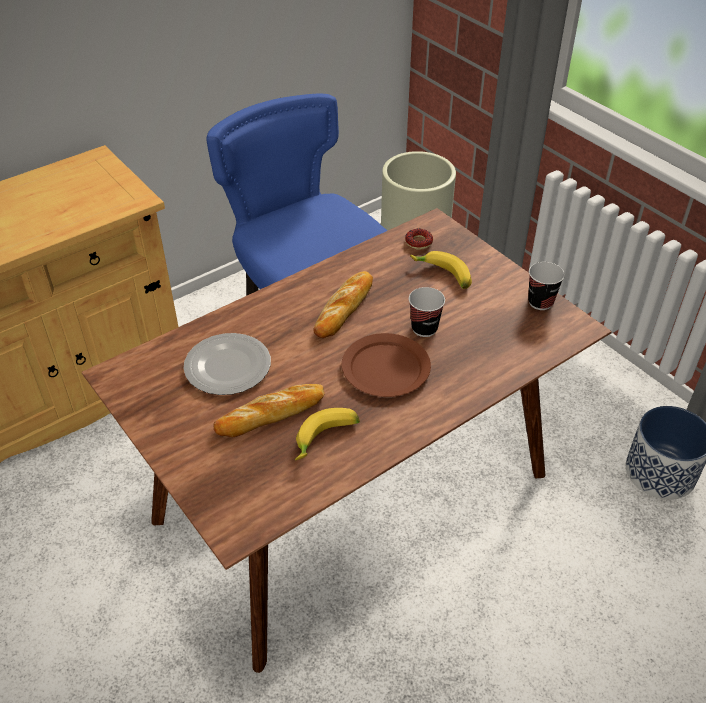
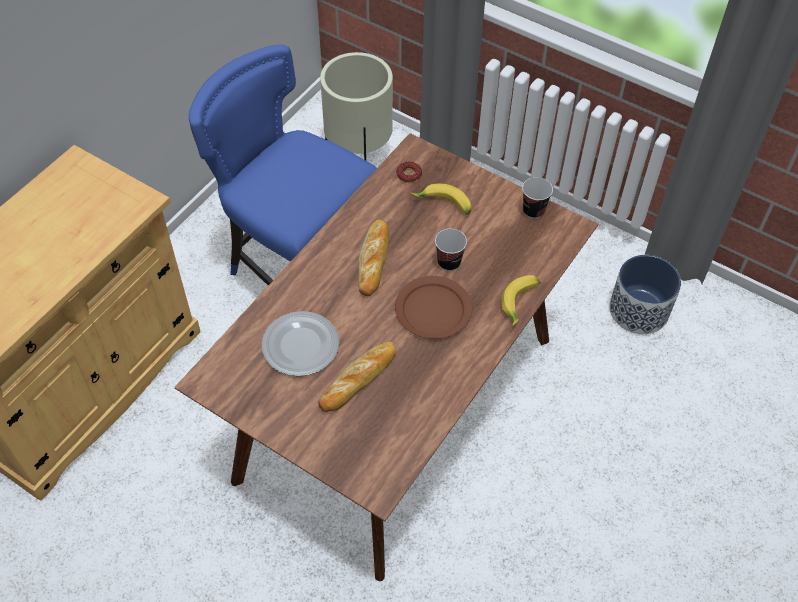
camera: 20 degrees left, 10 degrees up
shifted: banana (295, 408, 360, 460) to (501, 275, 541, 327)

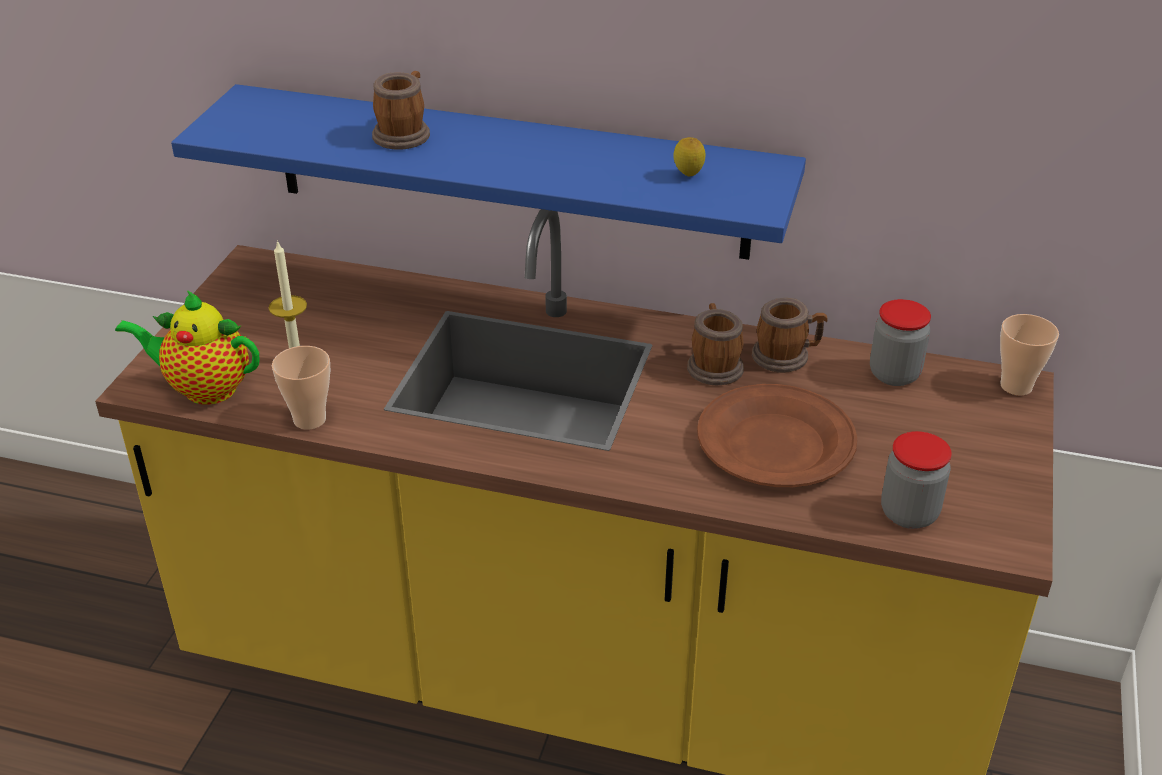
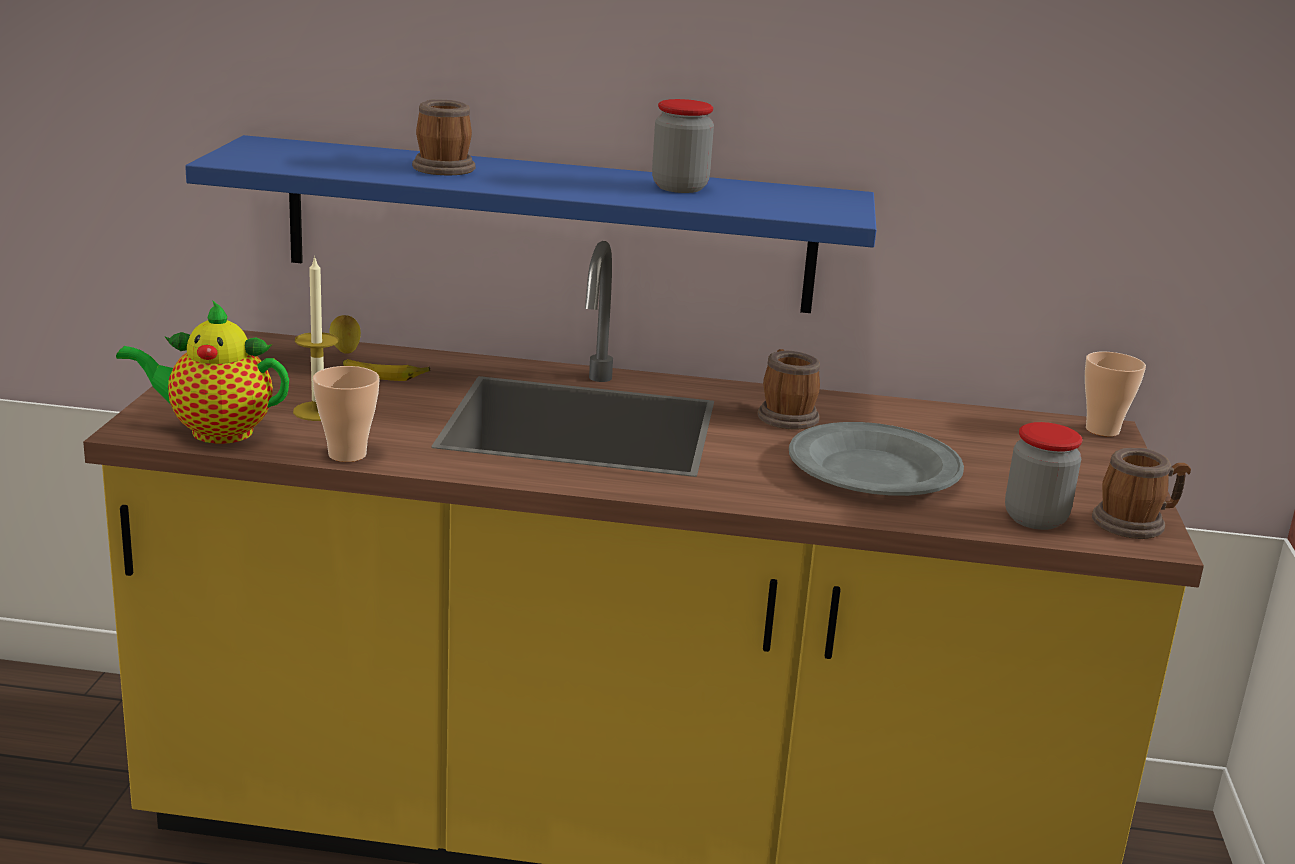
camera: 10 degrees left, 15 degrees down
new: banana (343, 359, 430, 381)
shifted: lemon (673, 137, 705, 176) to (329, 315, 361, 354); coffee_mug (752, 298, 828, 373) to (1092, 448, 1191, 539); storage_jar (870, 299, 931, 386) to (652, 99, 714, 193)
repainted: brown_dinner_plate (697, 384, 857, 487) to greyish_dinner_plate (789, 422, 964, 496)

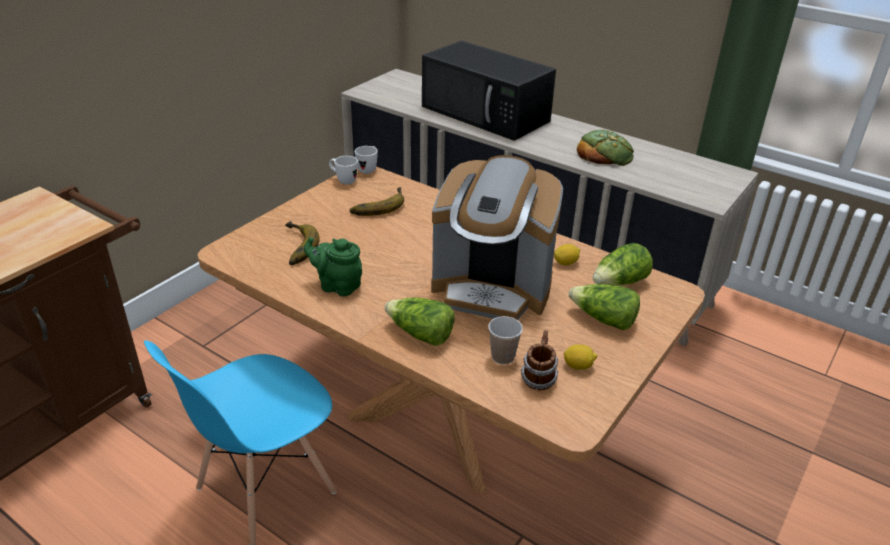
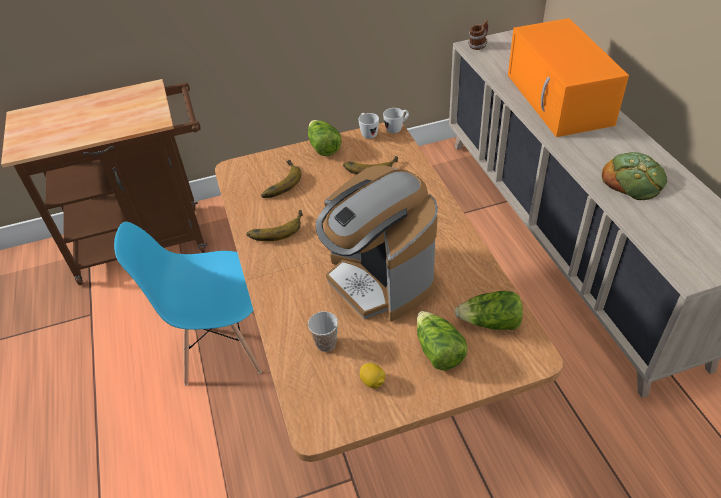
camera: 40 degrees right, 10 degrees up
gone: lemon (554, 244, 580, 266)
shifted: lettuce (385, 297, 455, 346) to (308, 120, 342, 156); coffee_mug (521, 330, 558, 390) to (468, 20, 488, 50)
swapped: greenish_pot_for_tea (304, 237, 362, 297) to banana (247, 210, 303, 241)
repainted: black-coloured_microwave_oven (422, 41, 556, 141) to orange_microwave_oven (508, 18, 629, 137)

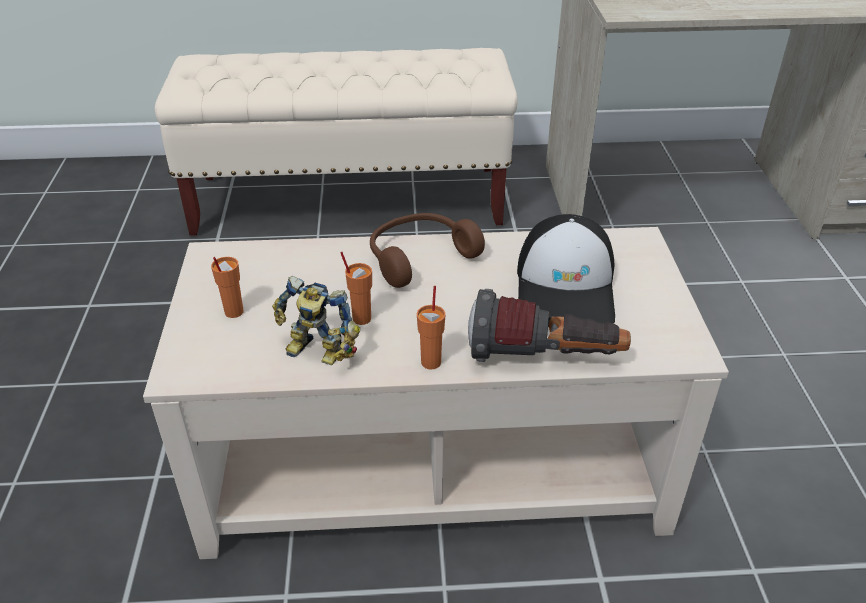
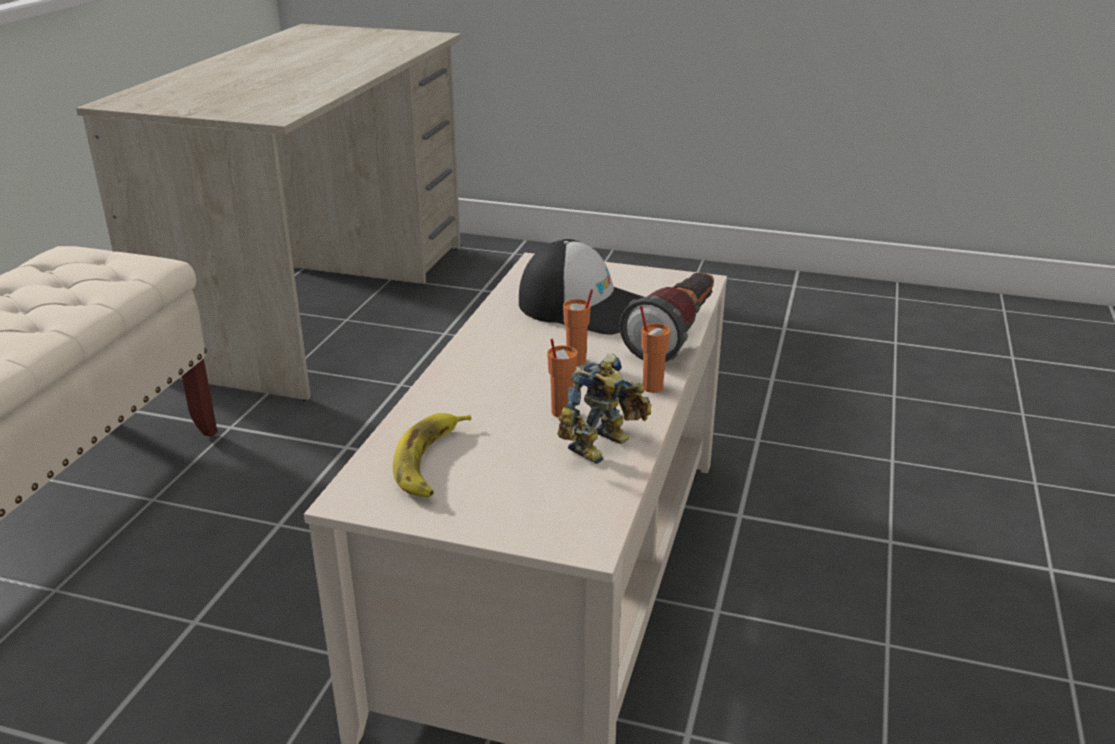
camera: 70 degrees left, 10 degrees down
gone: brown_headphones (370, 213, 485, 288)
new: banana (393, 413, 471, 497)
shifted: orange_small_cup (211, 257, 244, 318) to (563, 289, 593, 366)

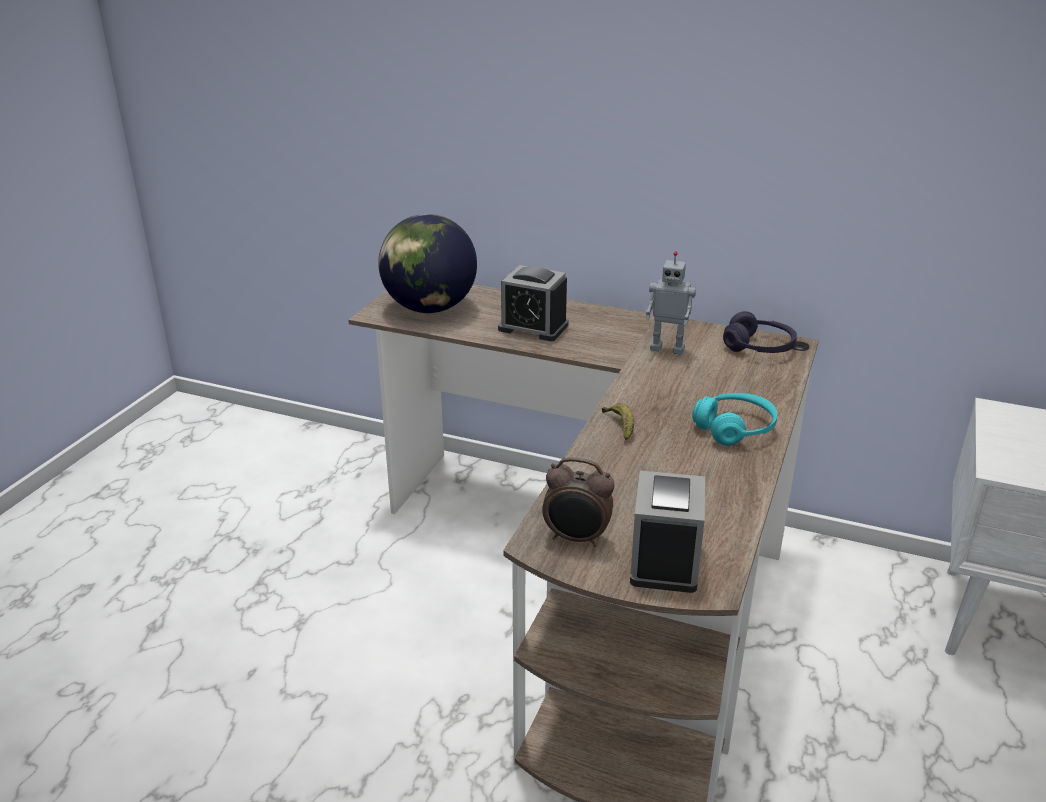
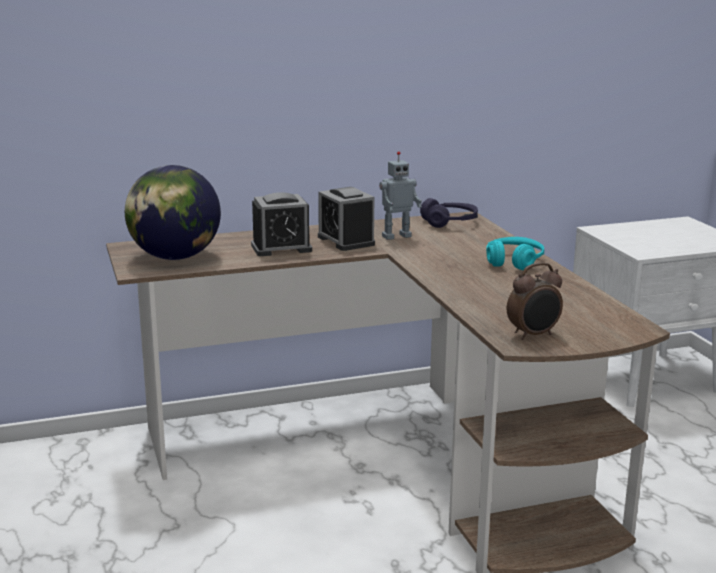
camera: 40 degrees left, 10 degrees down
gone: banana (602, 403, 634, 440)
shifted: table_clock (630, 471, 705, 593) to (318, 187, 375, 251)

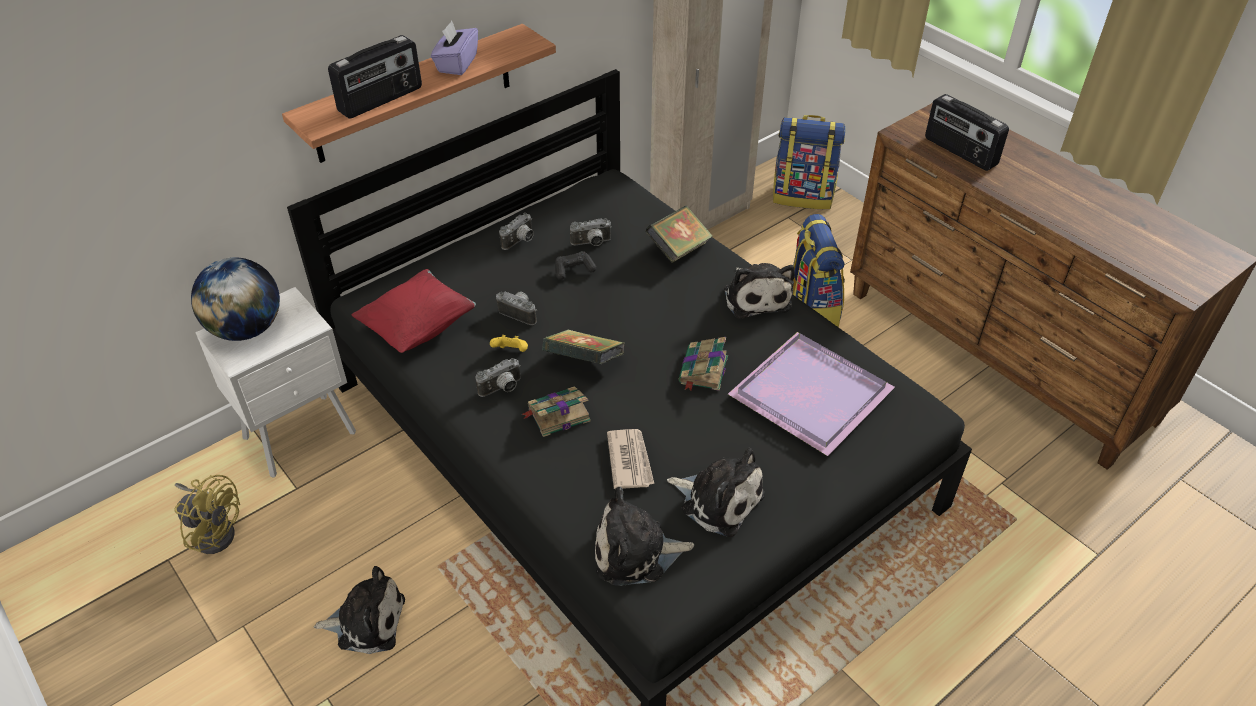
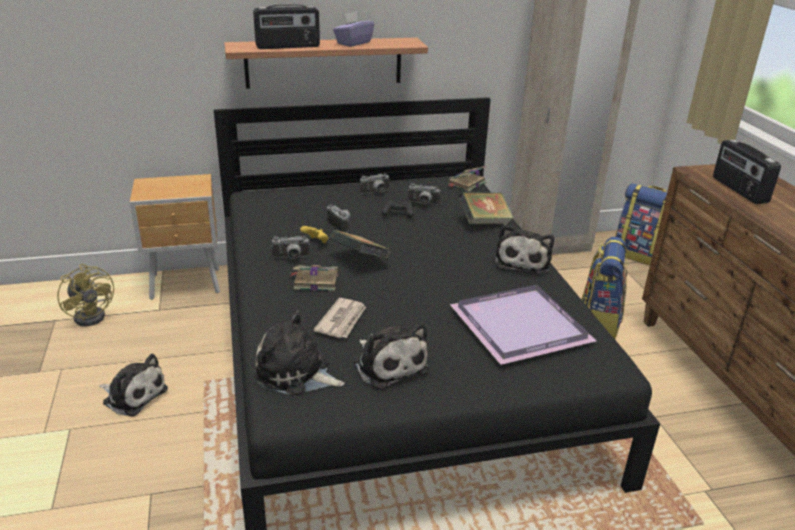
camera: 25 degrees right, 15 degrees down
gone: globe (191, 257, 280, 341); red_throw_pillow (351, 269, 476, 353)
shifted: bound_book (678, 337, 728, 391) to (447, 166, 486, 192)
repainted: whitish_night_table (195, 287, 356, 478) to brown_night_table (130, 174, 220, 300)

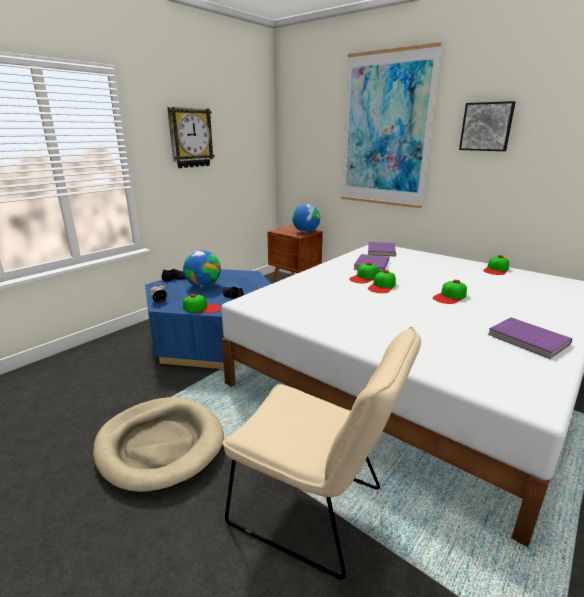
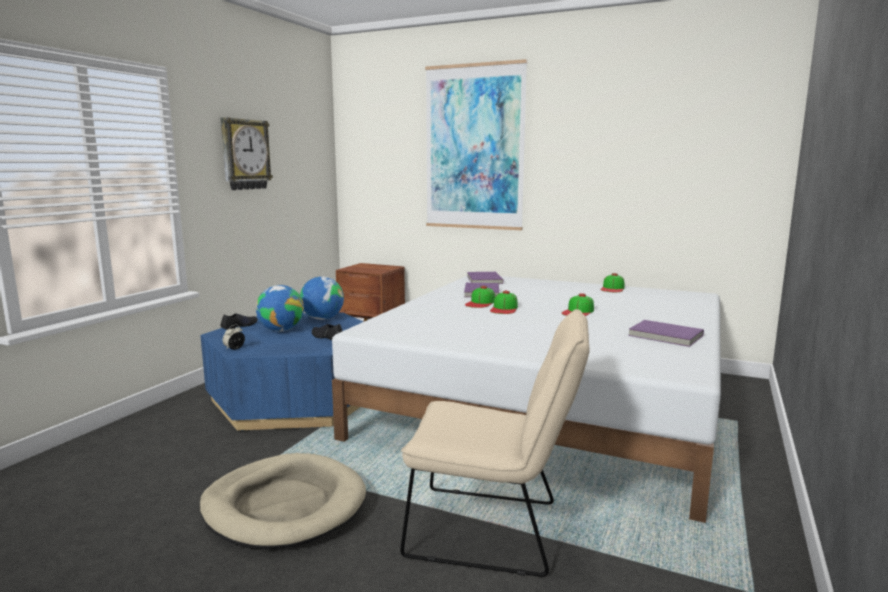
camera: 15 degrees left, 10 degrees down
gone: wall_art (459, 101, 516, 151); cap (183, 294, 221, 313)
shifted: globe (292, 204, 320, 233) to (300, 276, 344, 320)

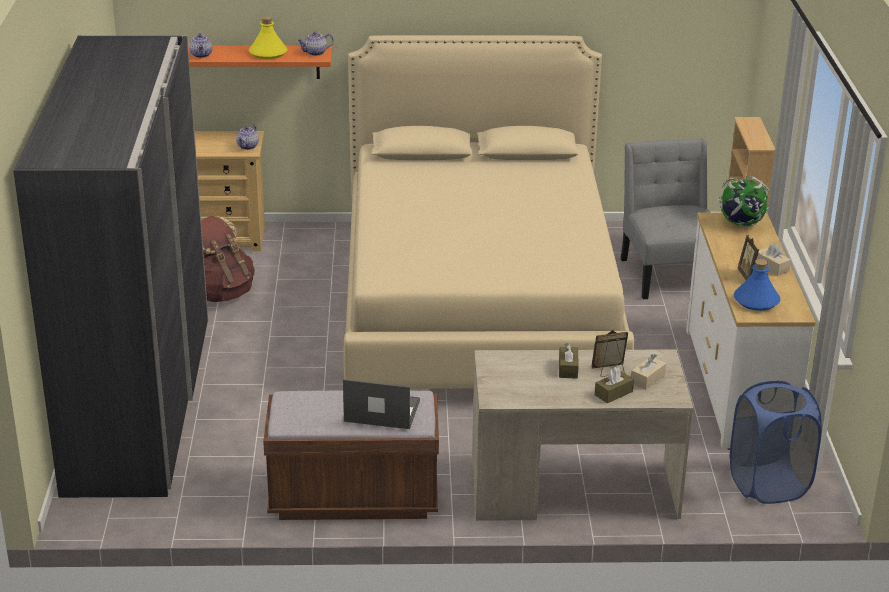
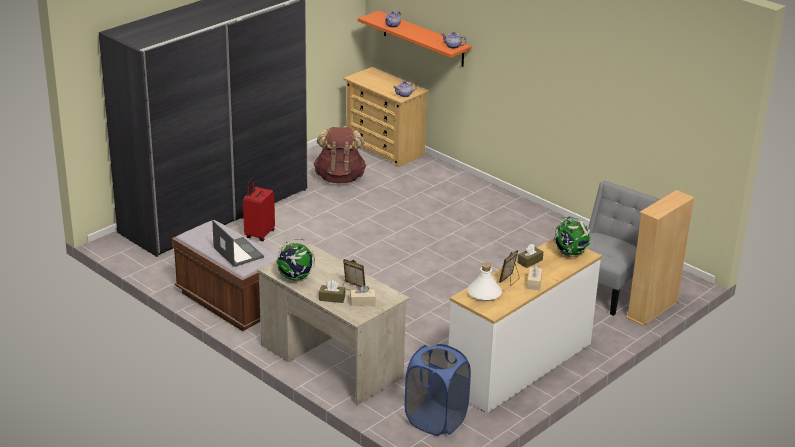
camera: 45 degrees right, 0 degrees up
gone: yellow-coloured_drink_bottle (249, 16, 288, 59); beige_bedroom_bed (344, 35, 634, 389)
new: red_piece_of_luggage (243, 179, 275, 241); globe (277, 238, 315, 281)
shifted: brown_tissue_box (559, 343, 579, 379) to (518, 244, 543, 268)
repainted: blue-coloured_drink_bottle (734, 259, 780, 311) to whitish_drink_bottle (468, 263, 502, 301)

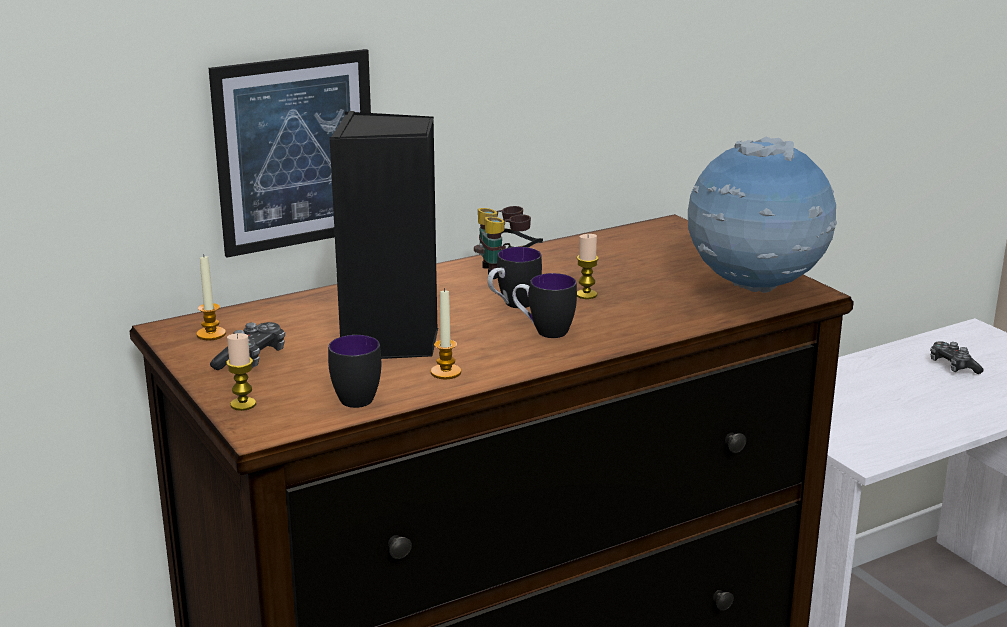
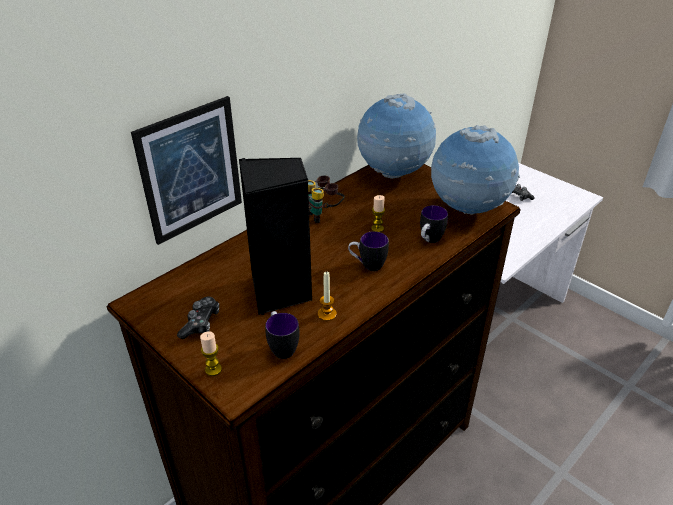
camera: 15 degrees left, 15 degrees up
gone: candle (196, 254, 226, 340)
new: globe (357, 93, 436, 179)
shifted: coffee_mug (487, 247, 542, 308) to (420, 205, 448, 243)

